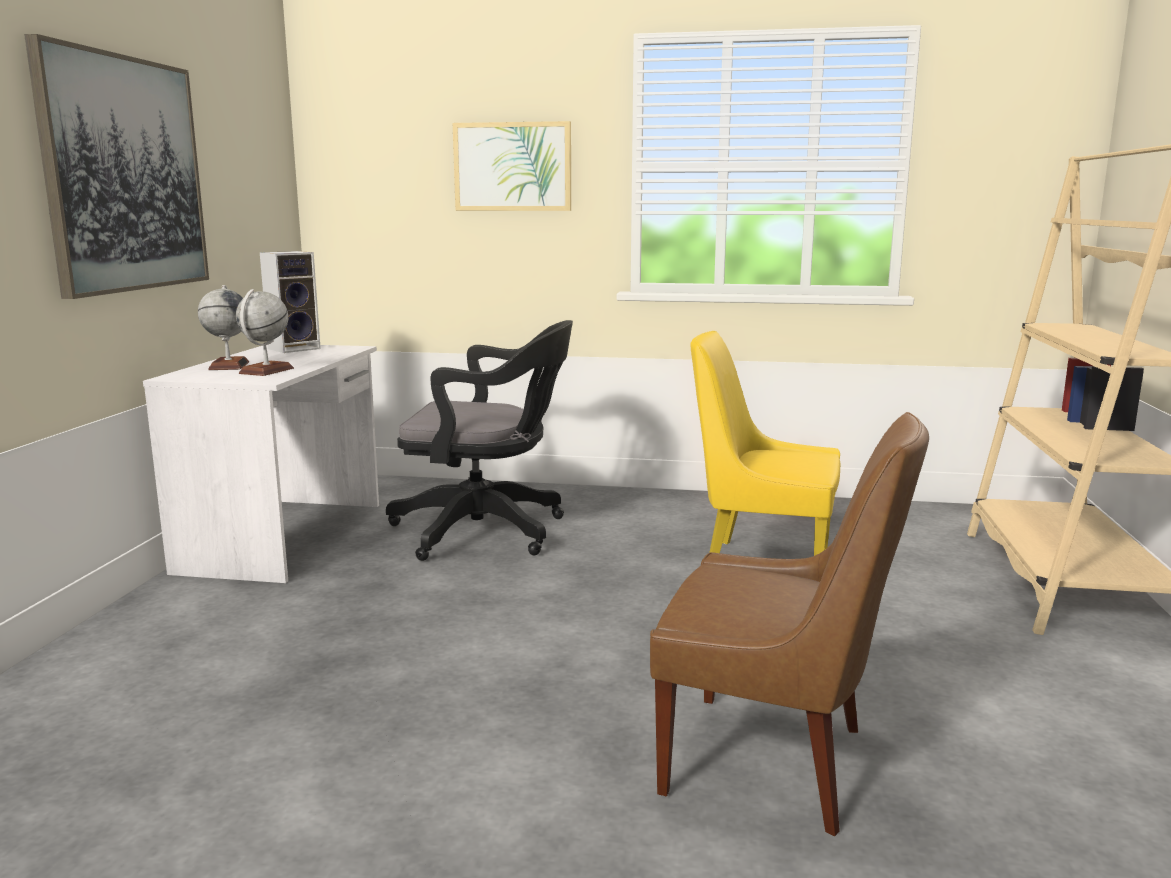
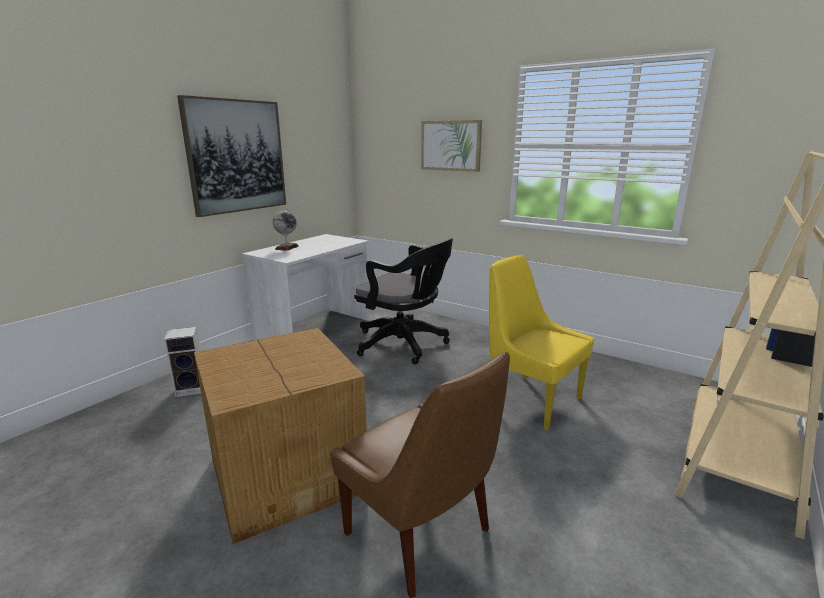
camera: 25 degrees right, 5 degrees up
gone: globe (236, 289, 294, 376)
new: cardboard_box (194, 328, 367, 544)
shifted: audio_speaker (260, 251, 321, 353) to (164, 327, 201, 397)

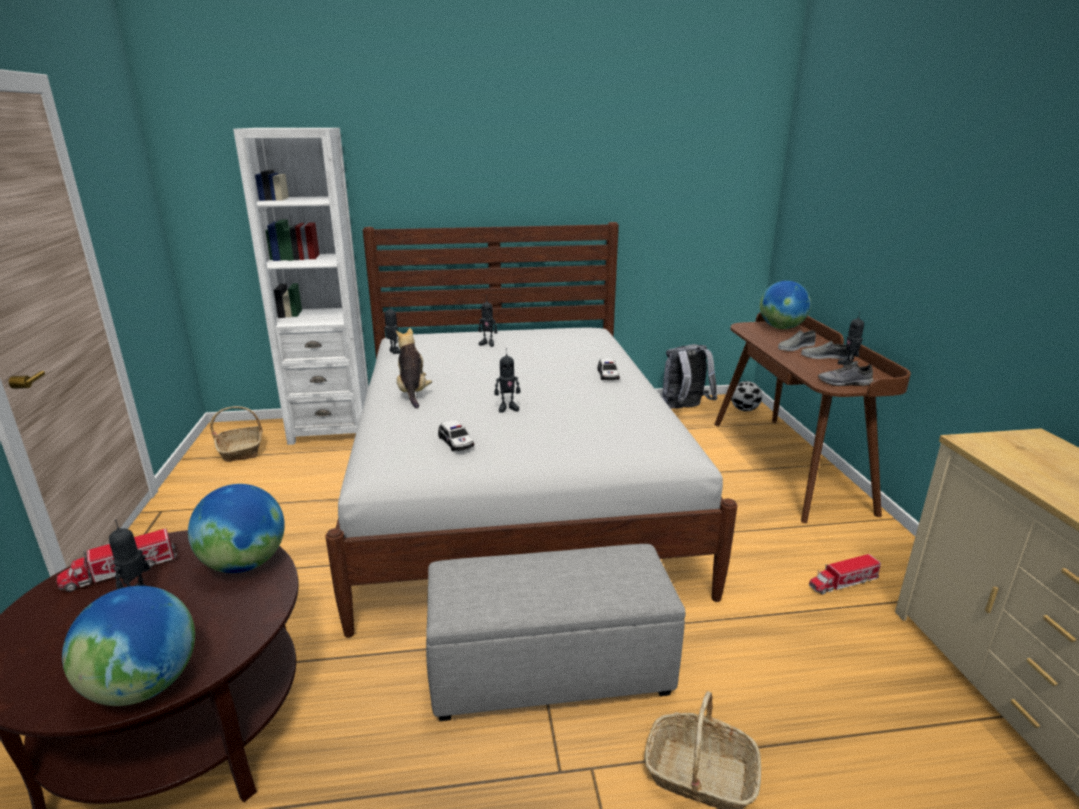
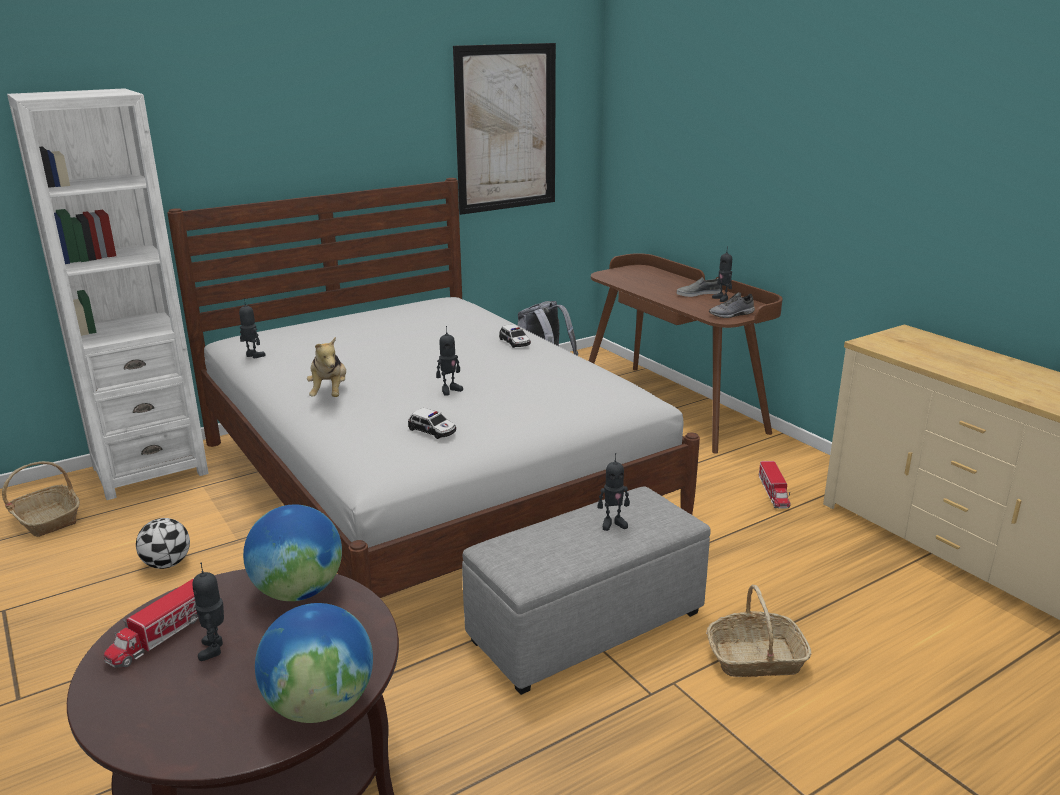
camera: 25 degrees left, 0 degrees up
gone: globe (760, 281, 811, 329); greyish_low_shoe (778, 331, 816, 351)
new: wall_art (453, 43, 556, 215)
shifted: model_robot (478, 296, 497, 347) to (598, 453, 630, 531); ball_for_football (731, 381, 762, 411) to (136, 518, 190, 569)
rotated: plush_toy (396, 328, 432, 409) = (307, 337, 346, 397) 150 degrees counterclockwise; toy_lorry (809, 554, 881, 595) = (759, 461, 790, 508) 45 degrees counterclockwise

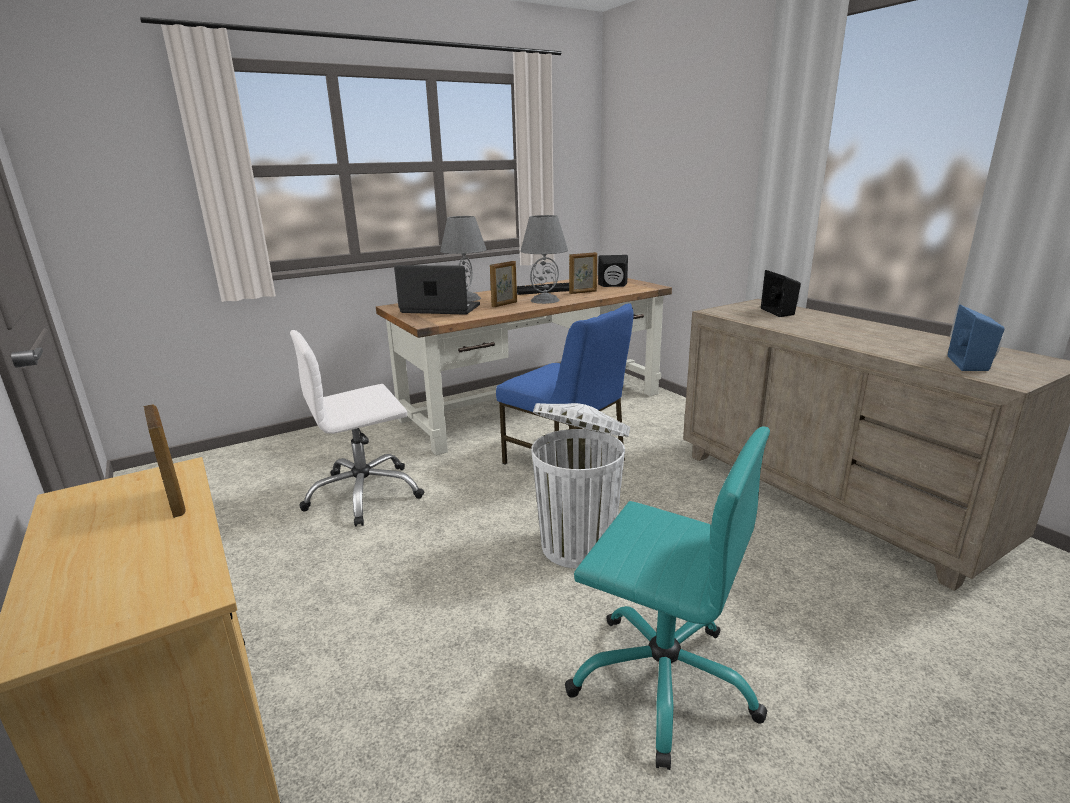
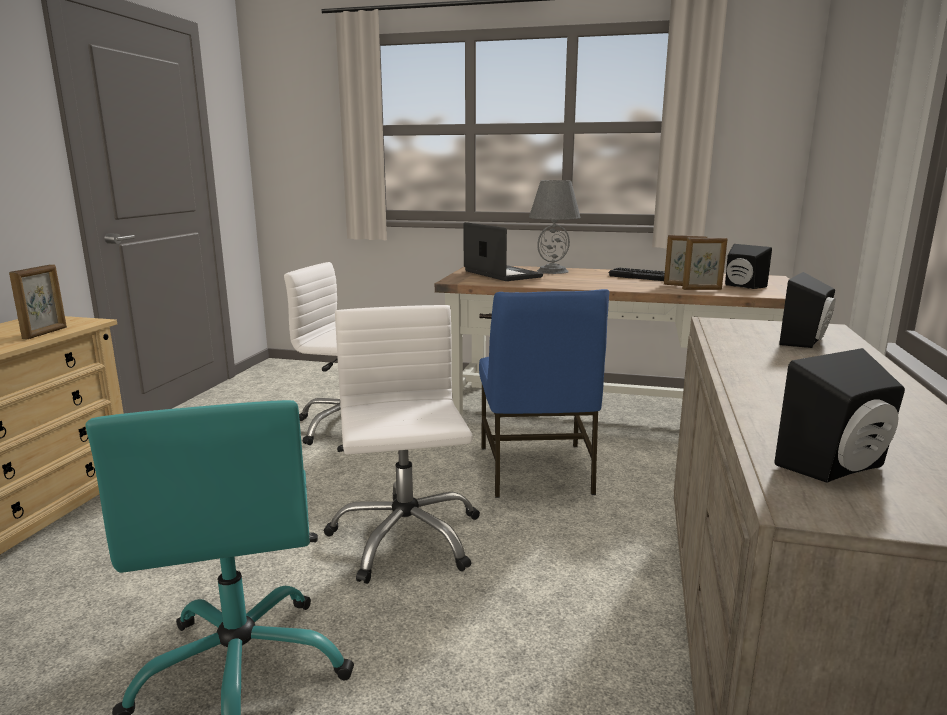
camera: 45 degrees right, 5 degrees down
gone: greyish_lamp_for_a_table (521, 215, 568, 304)
shifted: photo_frame (490, 261, 517, 307) to (682, 238, 727, 290)
swapped: whitish_rubbish_bin (531, 403, 630, 569) to whitish_desk_chair (324, 305, 480, 584)
repainted: blue-coloured_audio_speaker (948, 305, 1005, 371) to black-coloured_audio_speaker (775, 348, 905, 483)

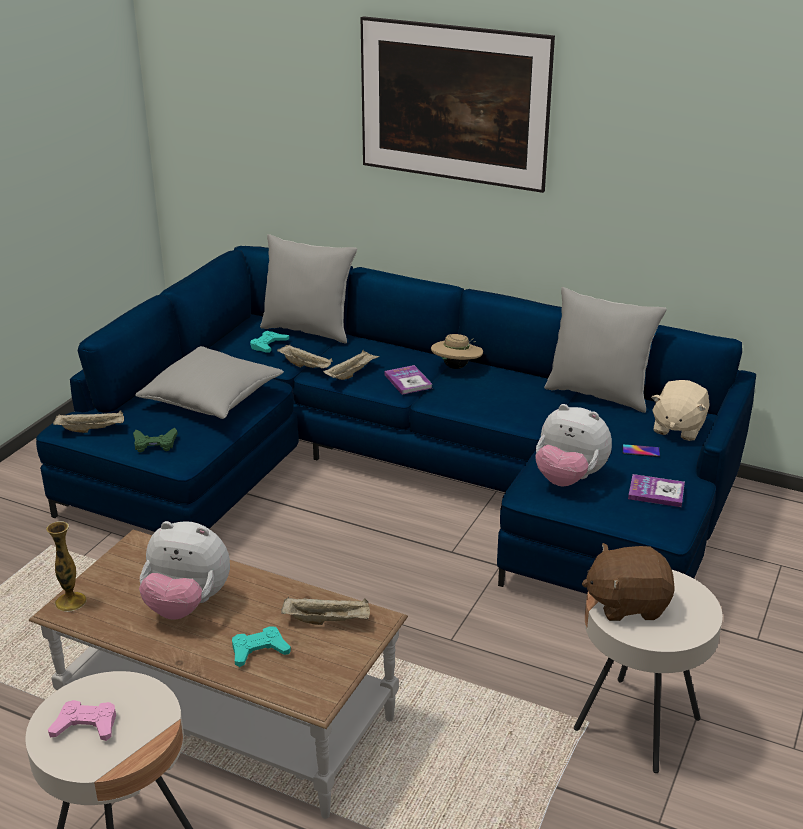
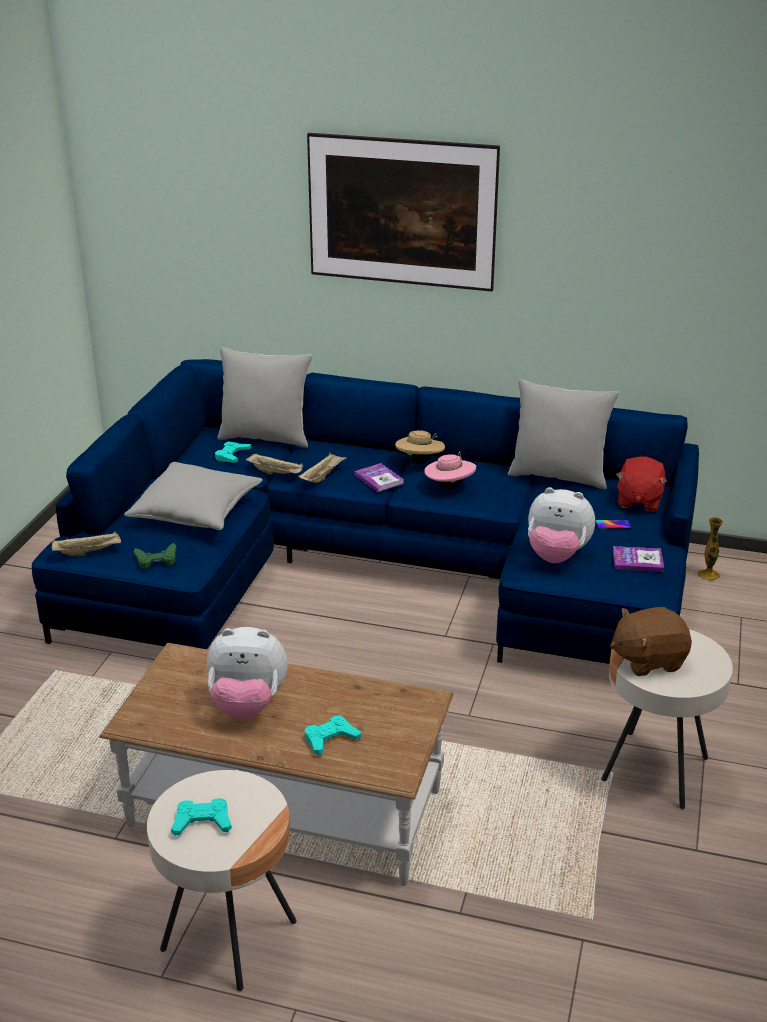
camera: 10 degrees left, 0 degrees up
gone: beige_tray (281, 597, 370, 625)
new: pink_clothing_hat (424, 451, 476, 489)
shifted: decorative_vase (46, 521, 87, 612) to (697, 517, 724, 581)
repainted: beige_plush_toy (651, 380, 710, 441) to red_plush_toy (616, 456, 668, 512); pink_joypad (48, 700, 116, 741) to blue-green_joypad (171, 798, 232, 836)

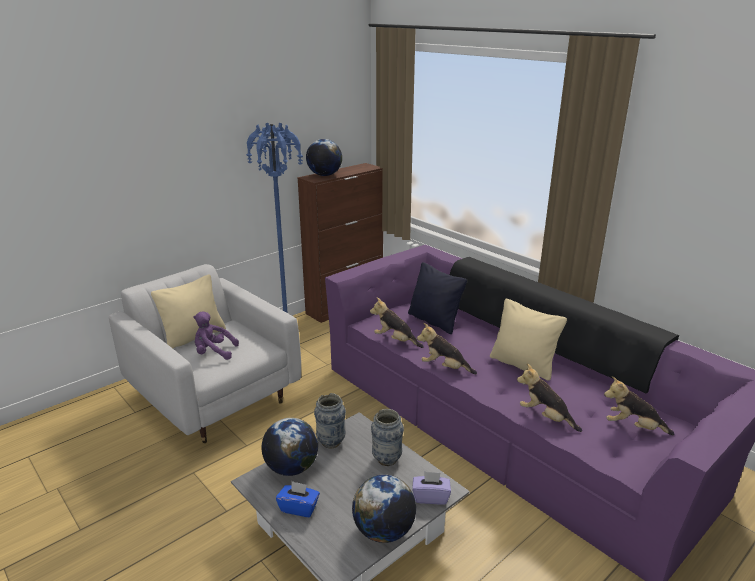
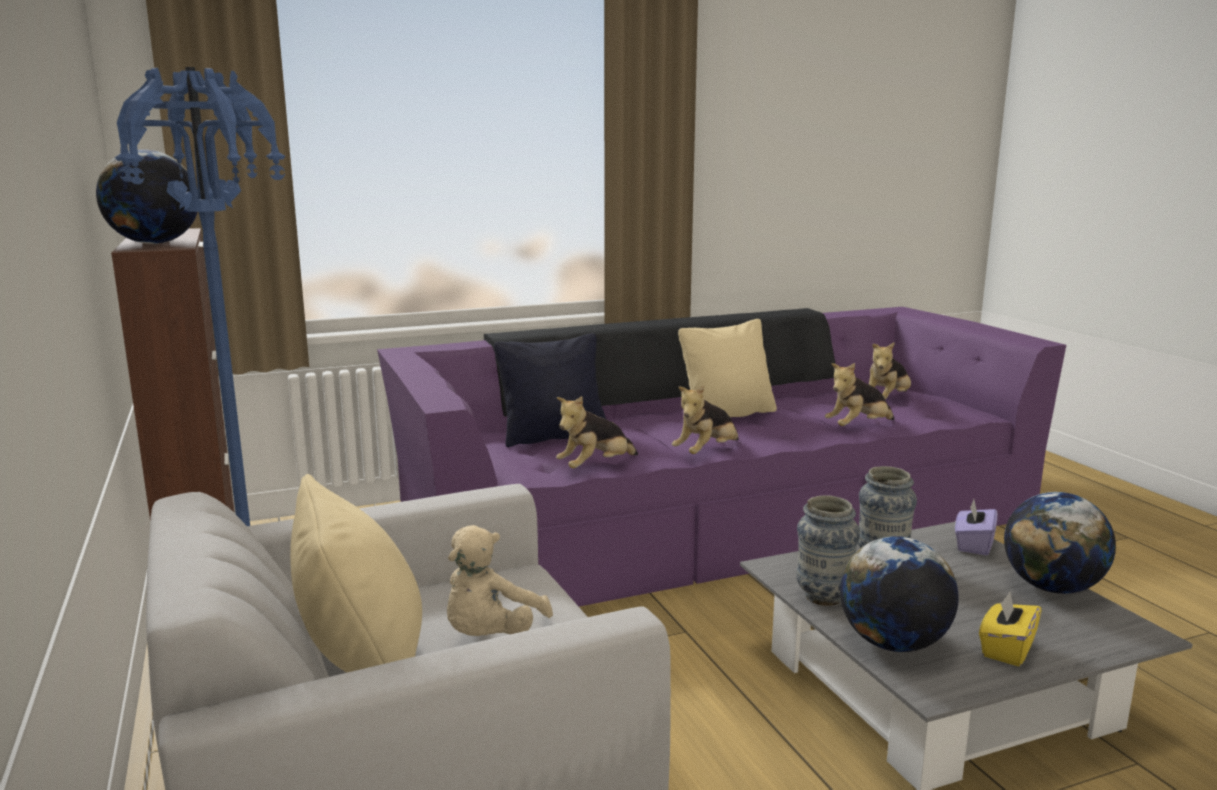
camera: 70 degrees left, 10 degrees down
repainted: purple-coloured_plush_toy (193, 312, 239, 360) to beige_plush_toy (447, 525, 553, 636); blue-coloured_tissue_box (276, 481, 320, 517) to yellow-coloured_tissue_box (979, 592, 1042, 666)

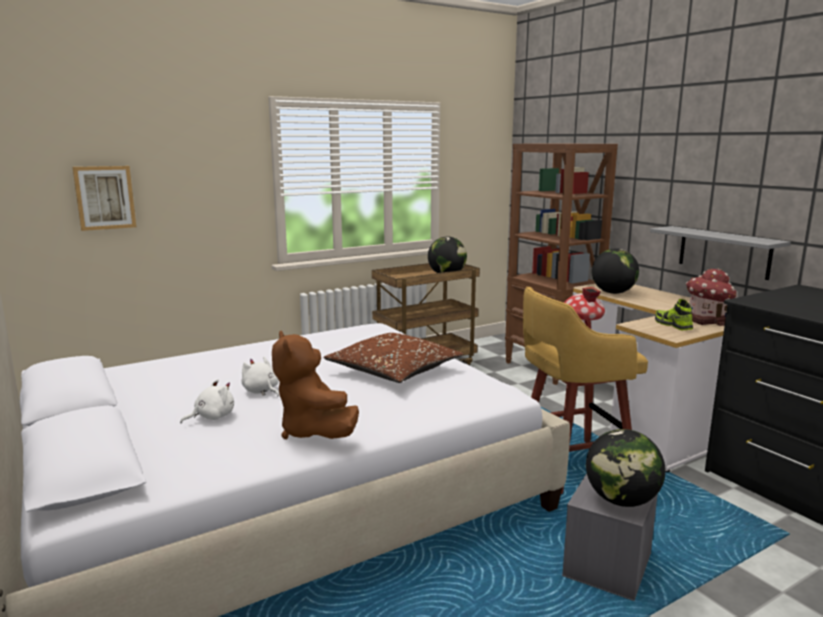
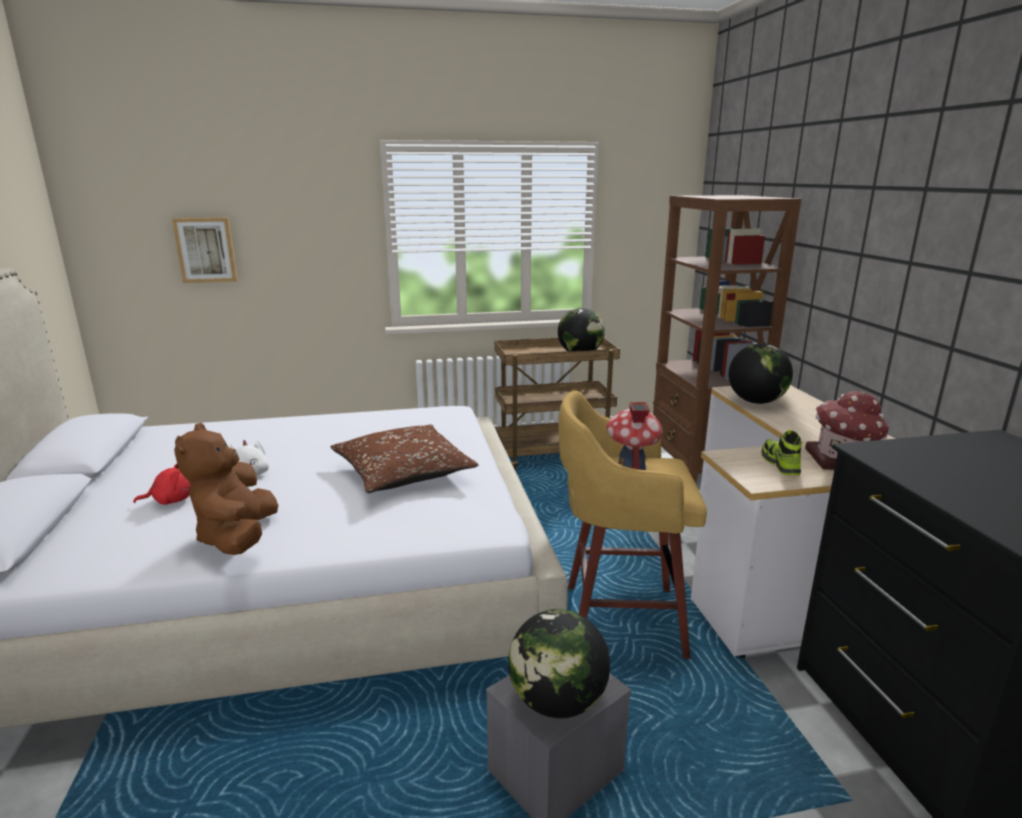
camera: 20 degrees right, 5 degrees up
gone: greyish_wall_shelf (650, 226, 791, 280)
repainted: whitish_plush_toy (180, 379, 234, 424) to red_plush_toy (133, 464, 190, 505)

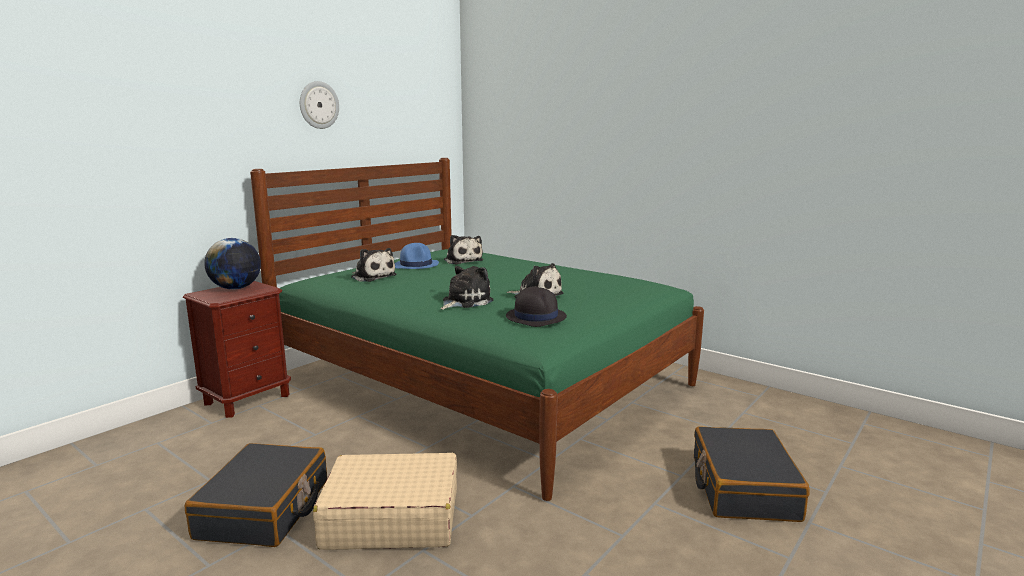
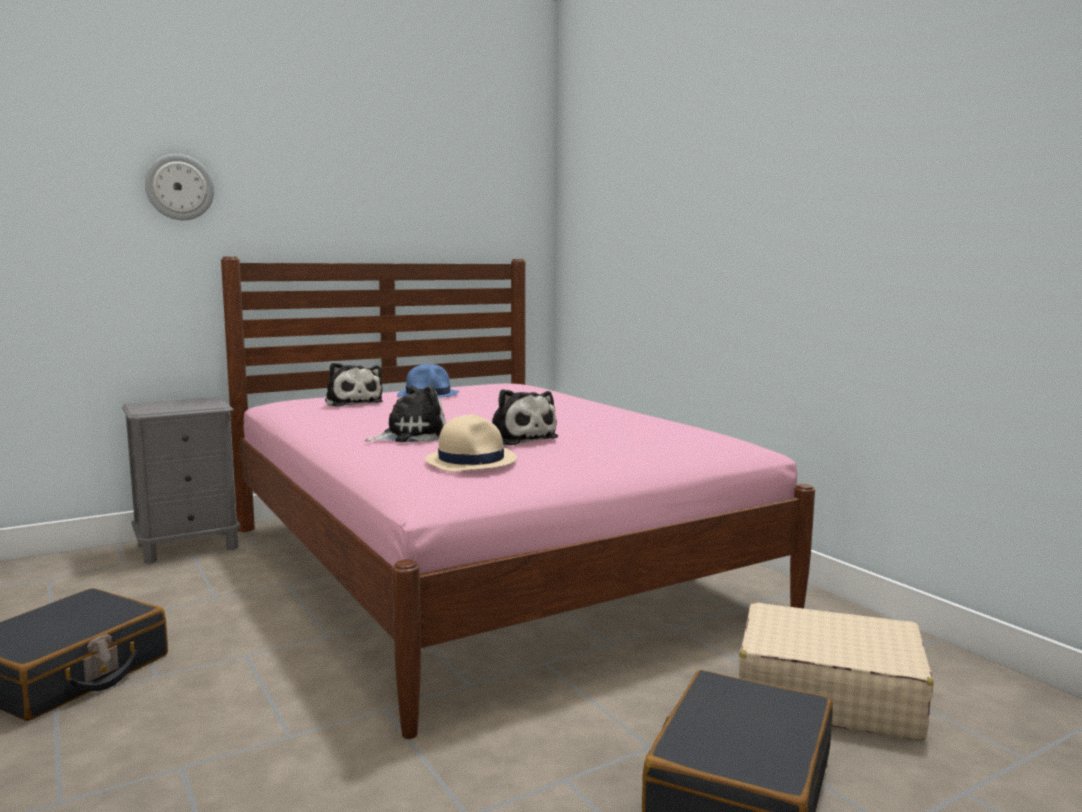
camera: 20 degrees right, 5 degrees down
gone: plush_toy (444, 235, 483, 265); globe (204, 238, 261, 289)
shifted: wall_clock (300, 81, 339, 129) to (145, 154, 214, 220); beige_piece_of_luggage (313, 453, 457, 550) to (739, 603, 934, 740)
repainted: greenish_bedroom_bed (250, 158, 704, 501) to pink_bedroom_bed (221, 257, 815, 739); brown_night_table (183, 281, 291, 418) to greyish_night_table (122, 397, 241, 564); black-coloured_clothing_hat (506, 286, 567, 327) to beige_clothing_hat (425, 415, 517, 472)

